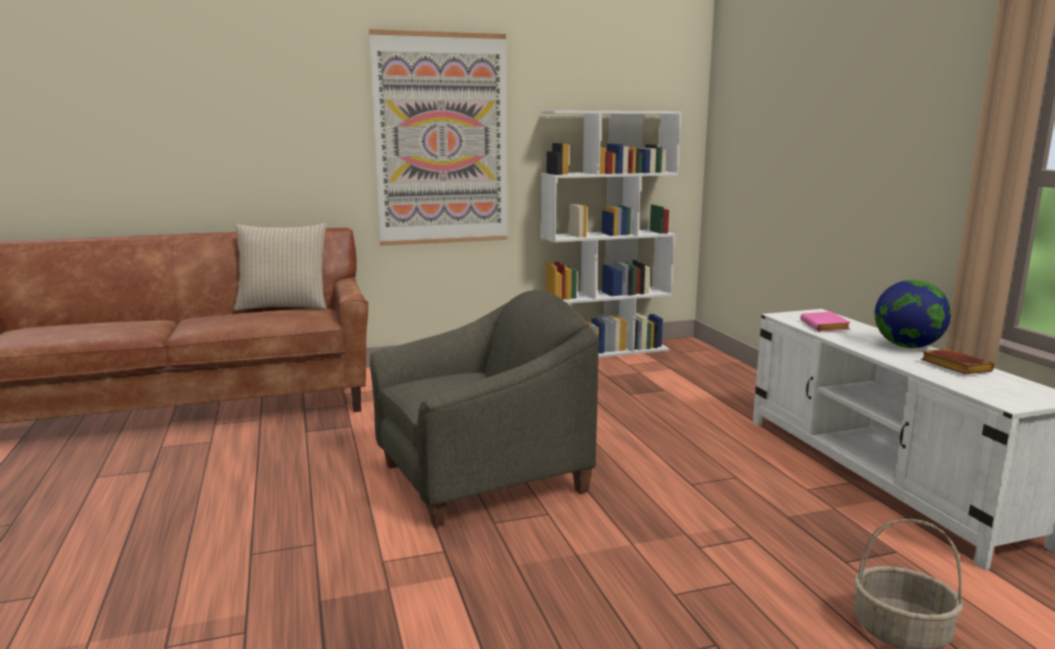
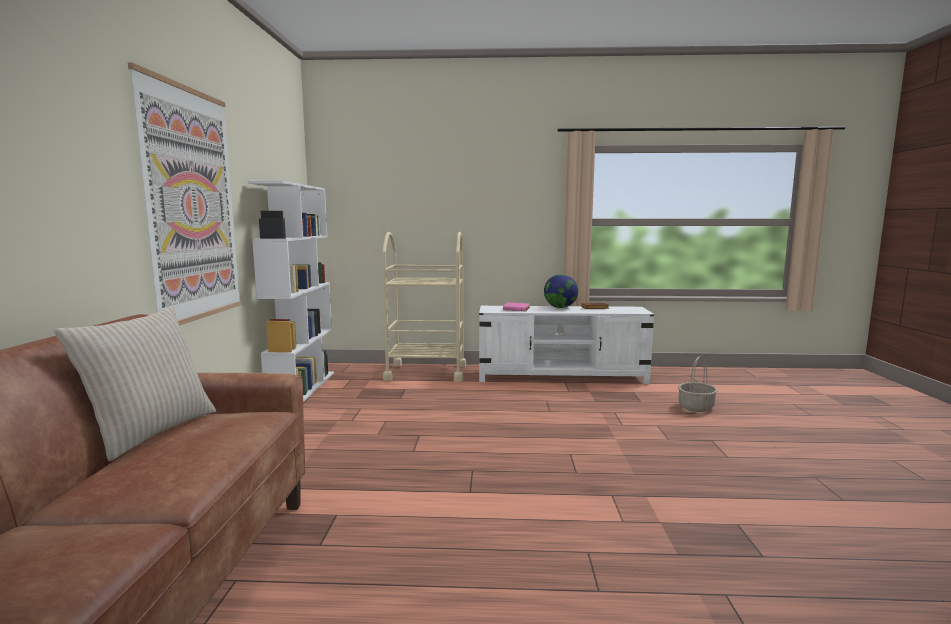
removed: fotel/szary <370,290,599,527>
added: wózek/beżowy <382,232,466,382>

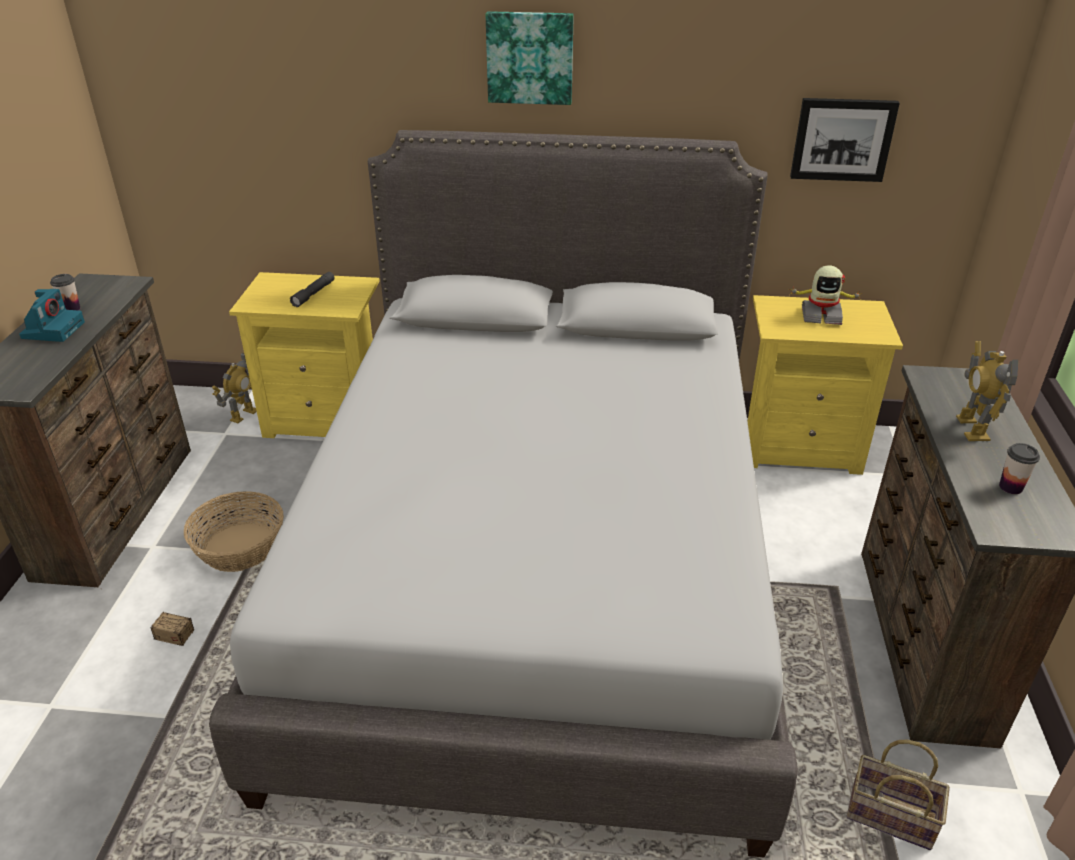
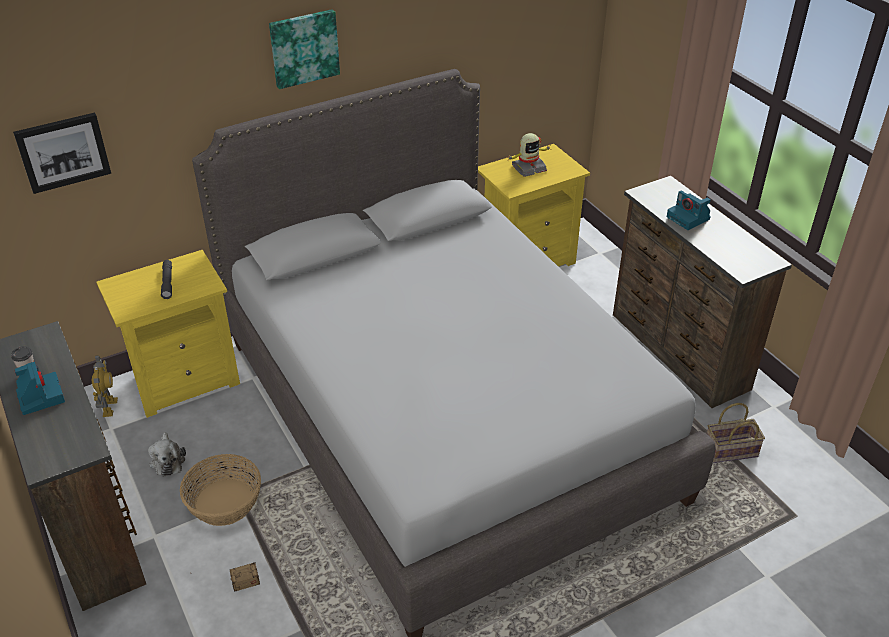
removed: filiżanka <999,443,1040,494>
added: pluszak <148,432,186,477>
moved: obraz <790,98,900,182> to <13,113,111,194>
replaced: robot zabawkowy <956,341,1019,441> to aparat fotograficzny <667,191,711,230>

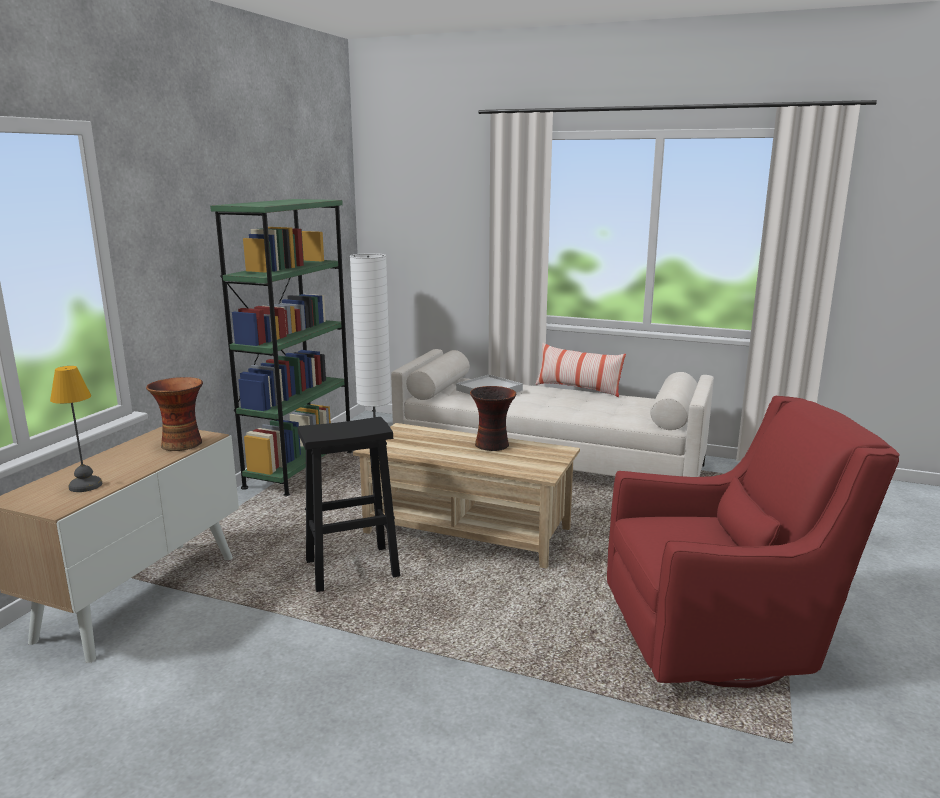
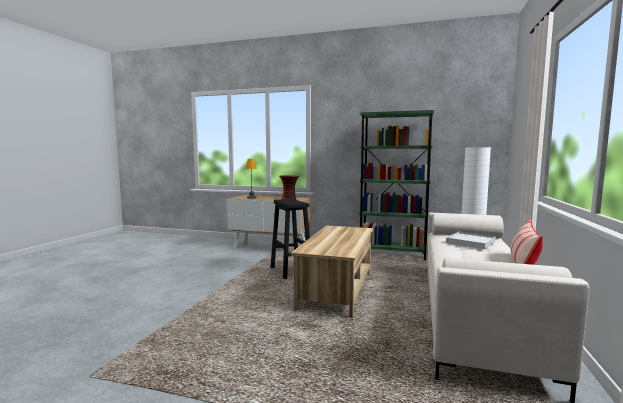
removed: wazon <470,386,517,451>; fotel/czerwony <607,396,900,688>

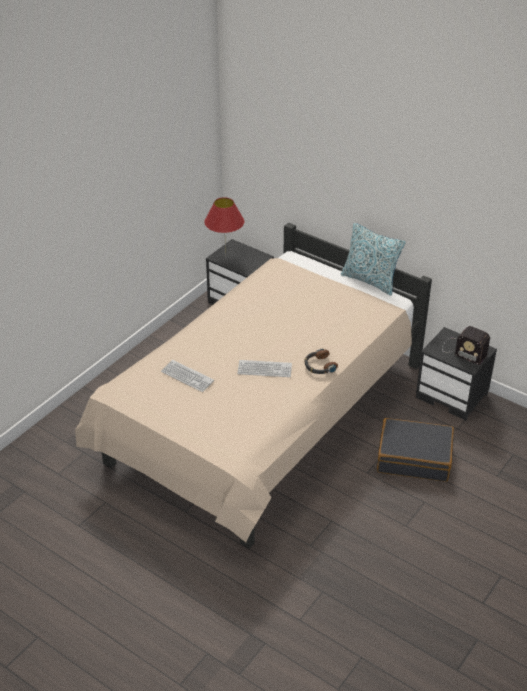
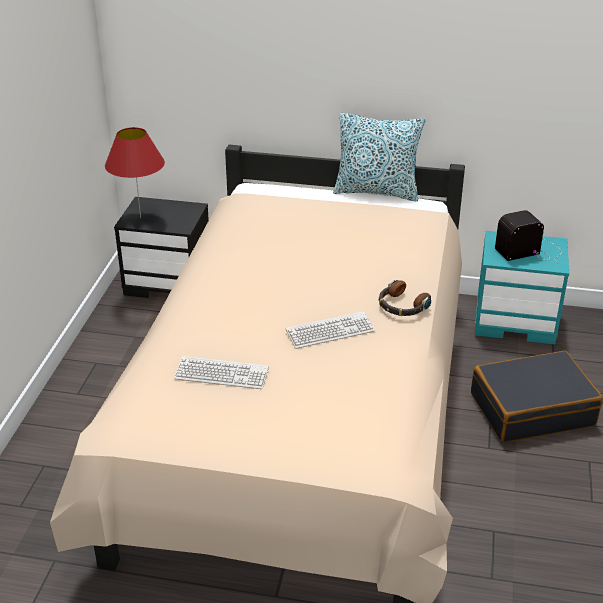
recoloured: szafka nocna/czarny <416,327,497,421> to szafka nocna/turkusowy <475,231,569,344>
turned: radio <442,326,490,365> = <495,210,562,263> 150 degrees clockwise

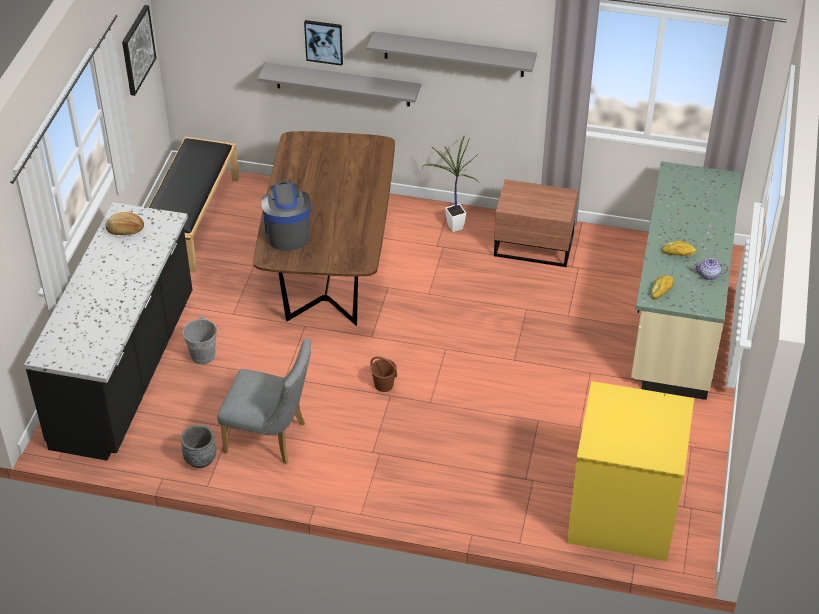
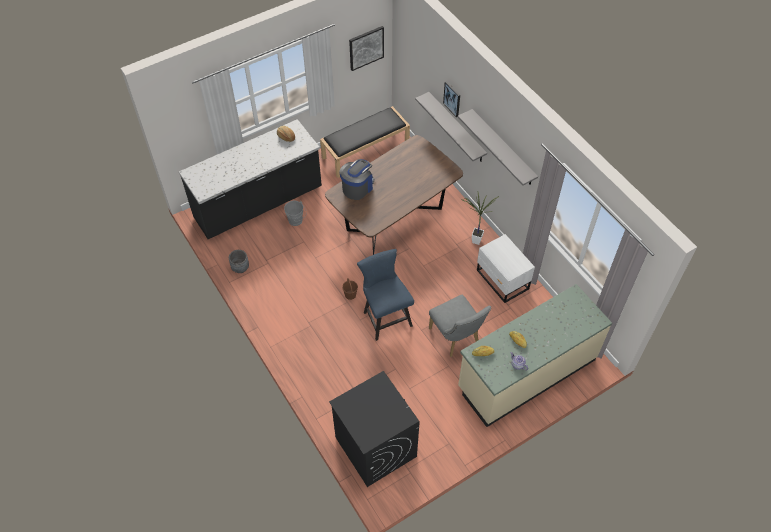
added: krzesło/niebieski <357,249,414,341>
moved: krzesło/szary <217,338,311,464> to <429,295,491,357>
recoloured: szafka nocna/brązowy <494,179,578,267> to szafka nocna/biały <477,234,535,303>; pralka/żółty <567,381,694,561> to pralka/czarny <329,371,420,487>

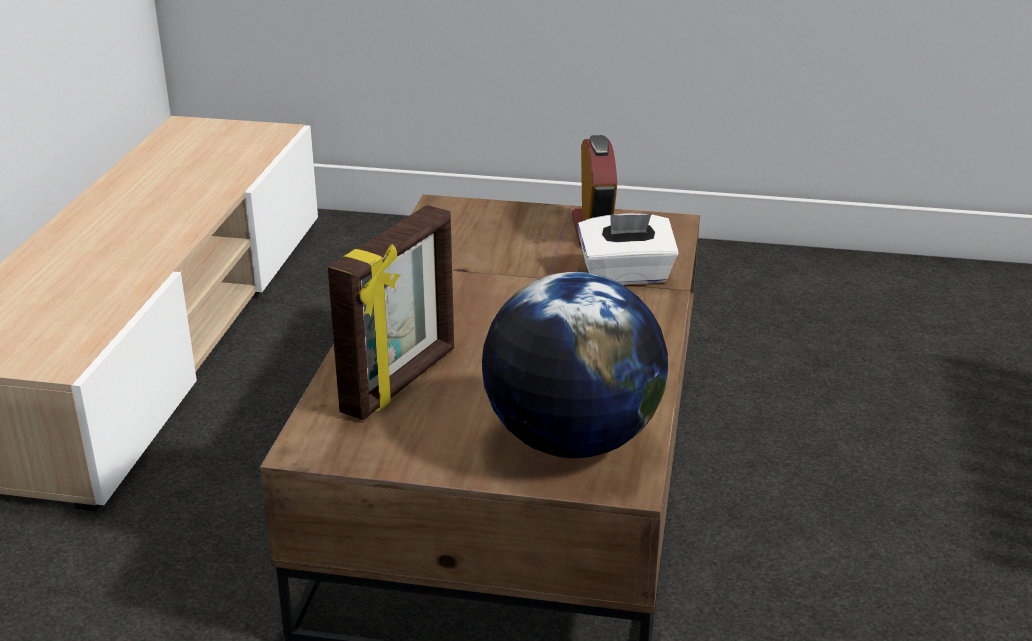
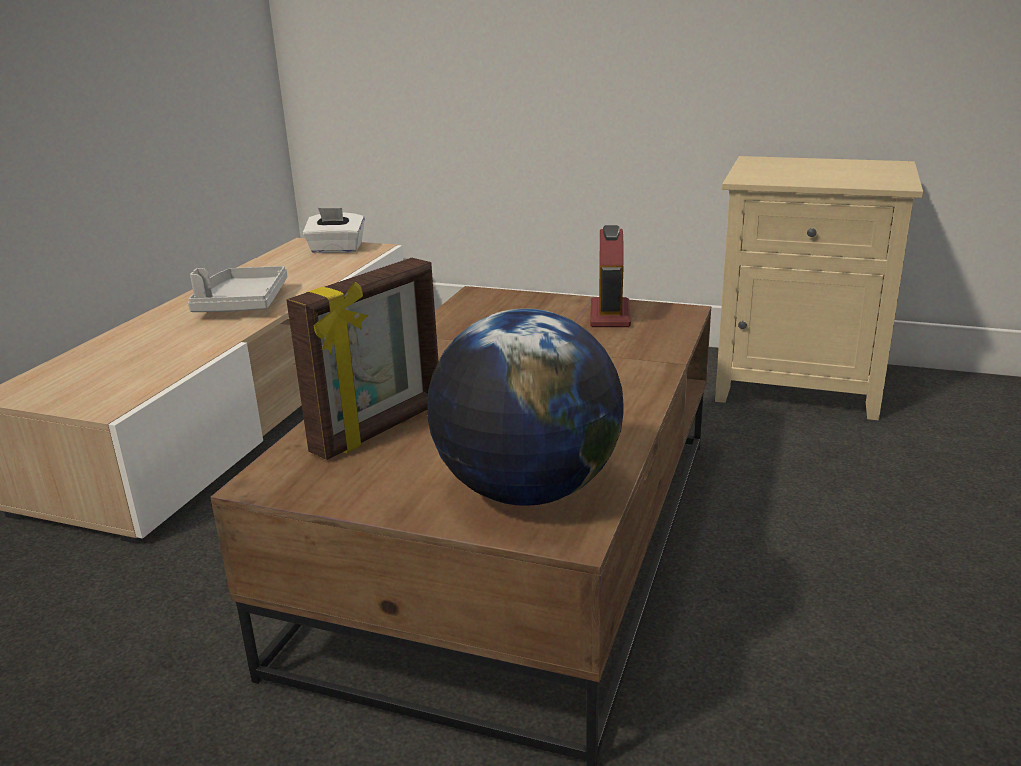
added: szafka nocna/beżowy <715,156,923,421>; taca/szary <188,266,287,312>
moved: pudełko chusteczek/biały <577,214,679,285> to <303,208,365,253>

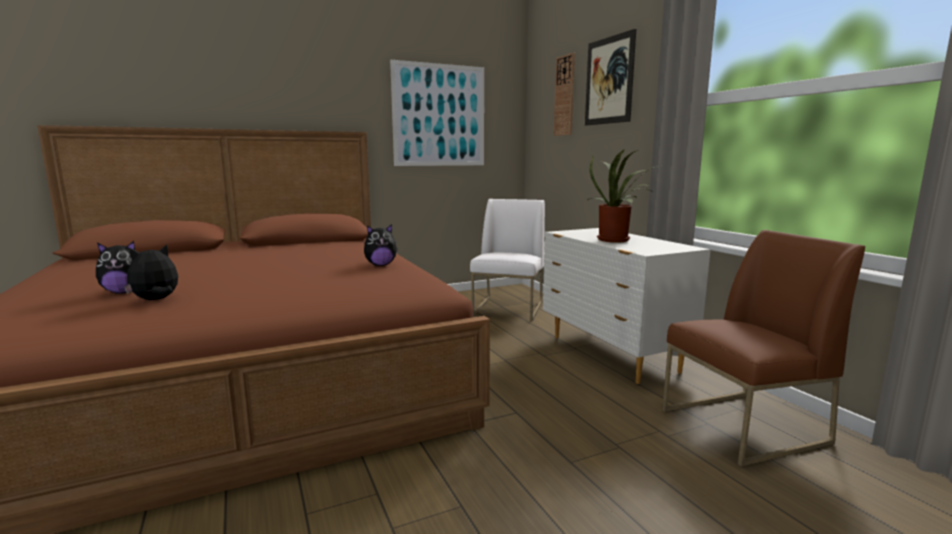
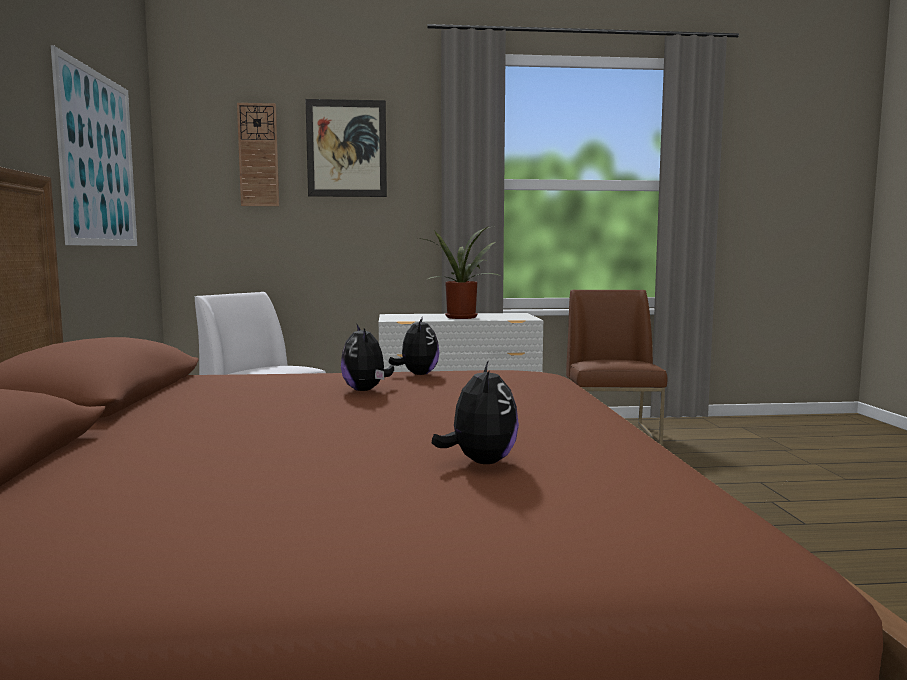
moved: pluszak <124,244,178,300> to <341,325,394,391>

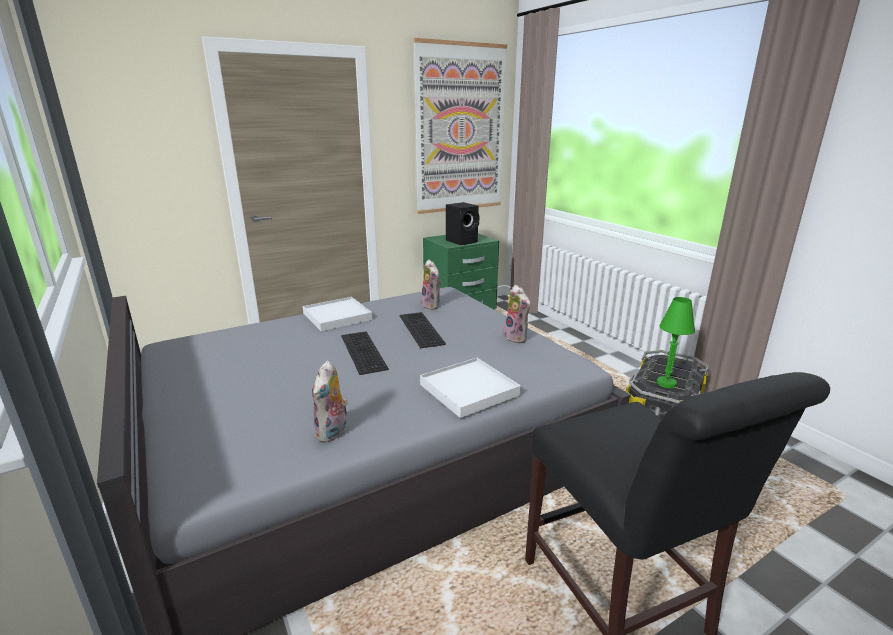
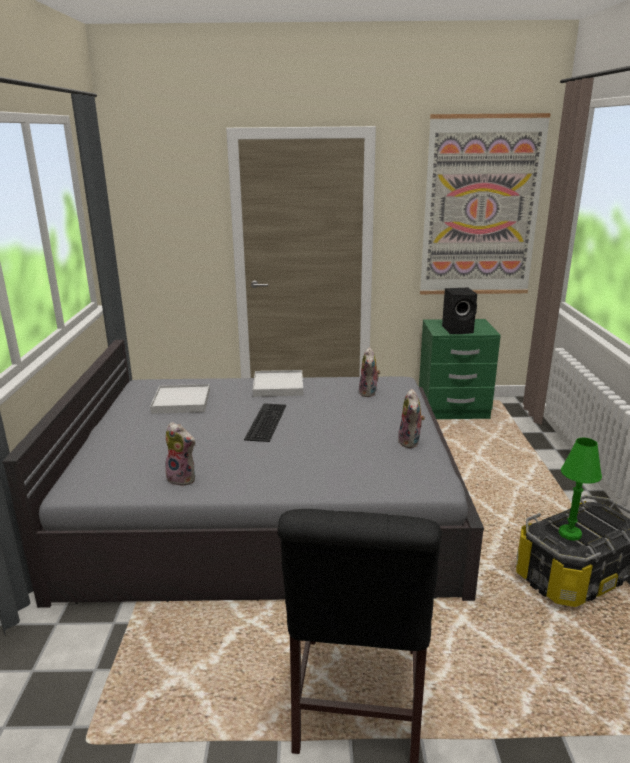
removed: klawiatura <399,312,446,348>
moved: taca/biały <420,358,521,418> to <150,384,210,414>
turned: pluszak <312,360,348,443> = <165,422,195,487> 105 degrees counterclockwise

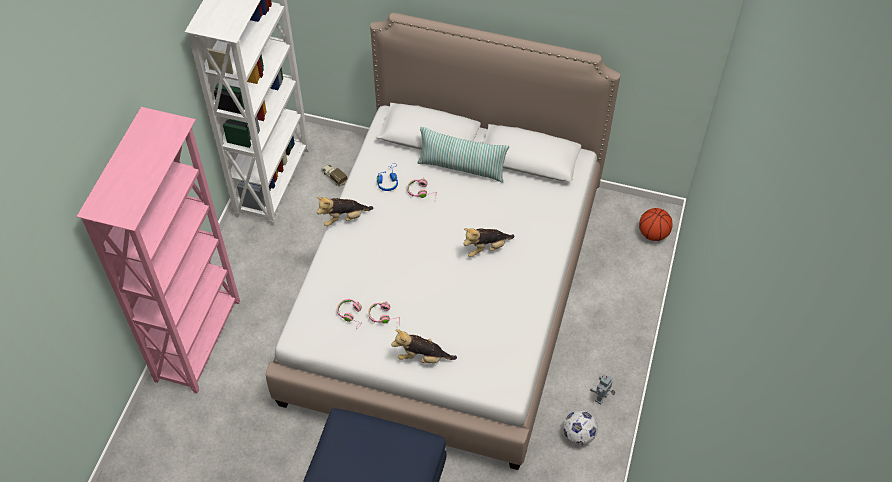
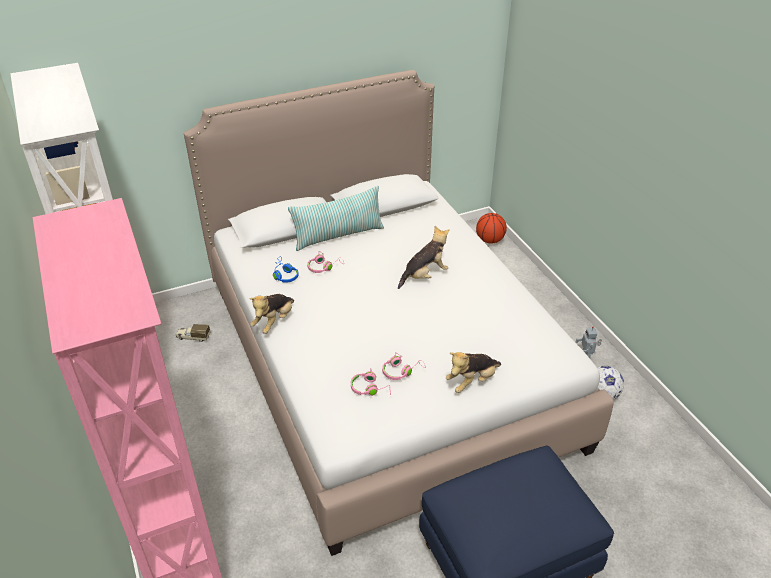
turned: pluszak <464,228,514,257> = <398,226,449,289> 150 degrees counterclockwise

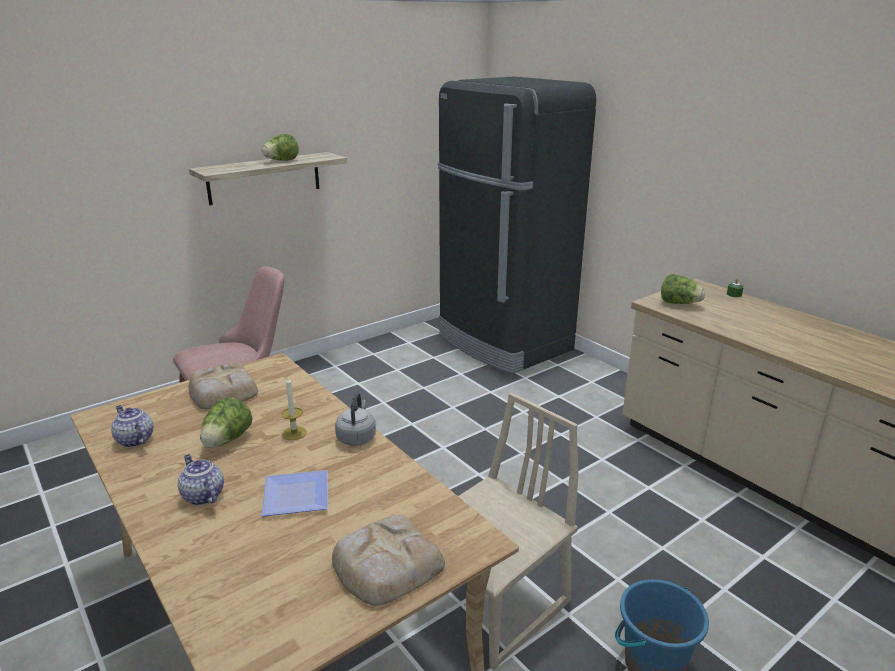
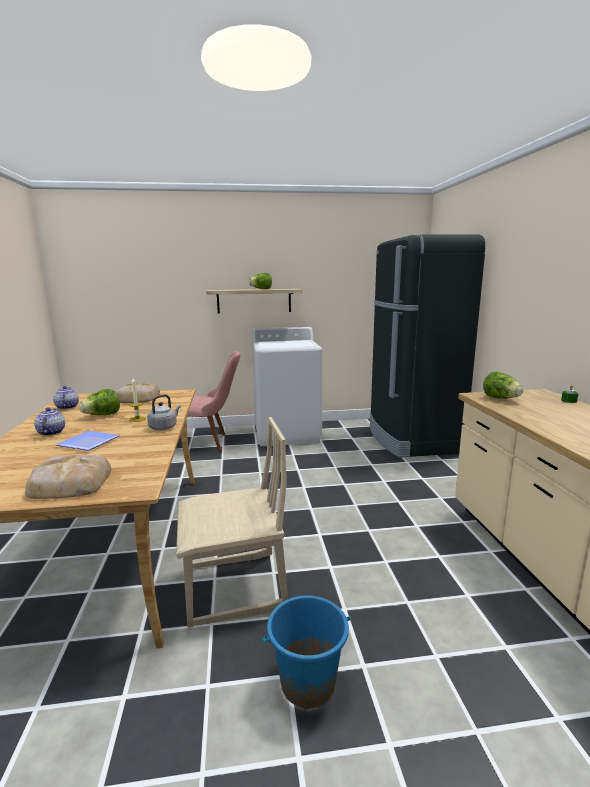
added: pralka/biały <252,327,323,446>

